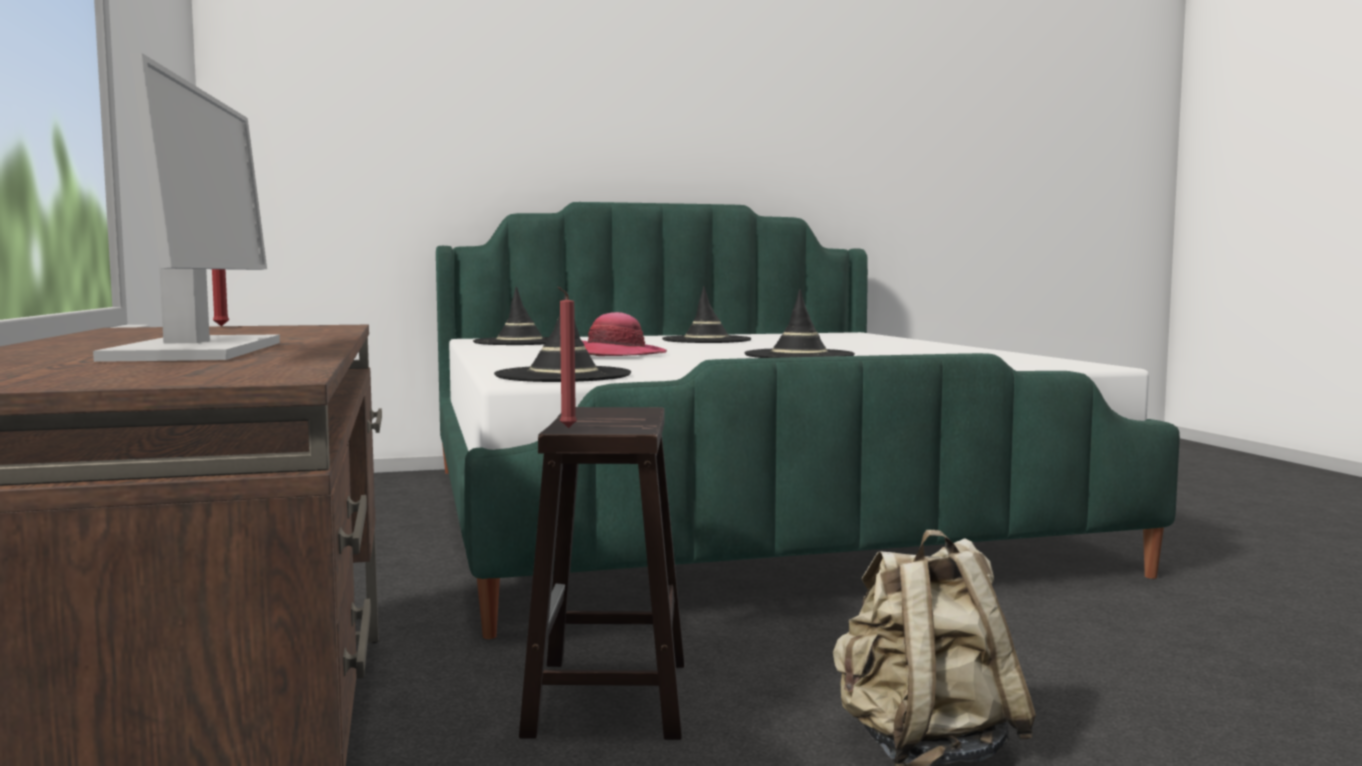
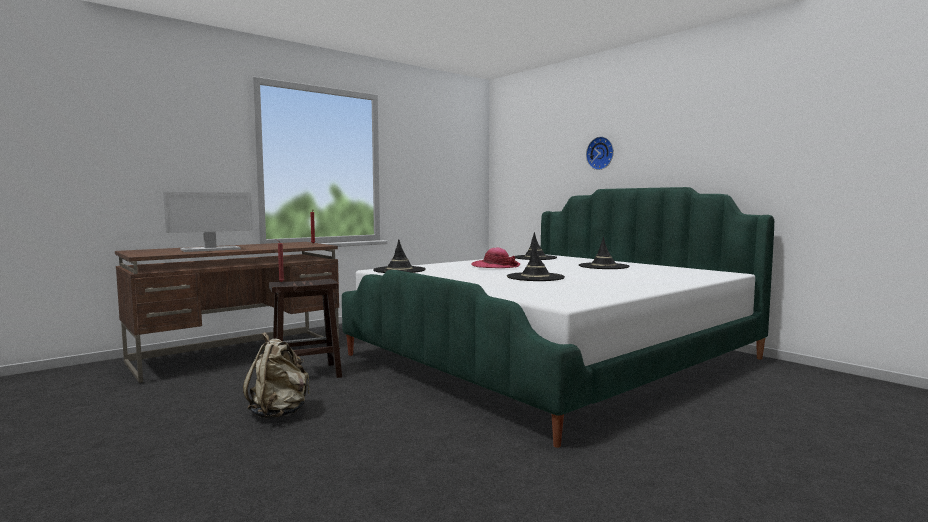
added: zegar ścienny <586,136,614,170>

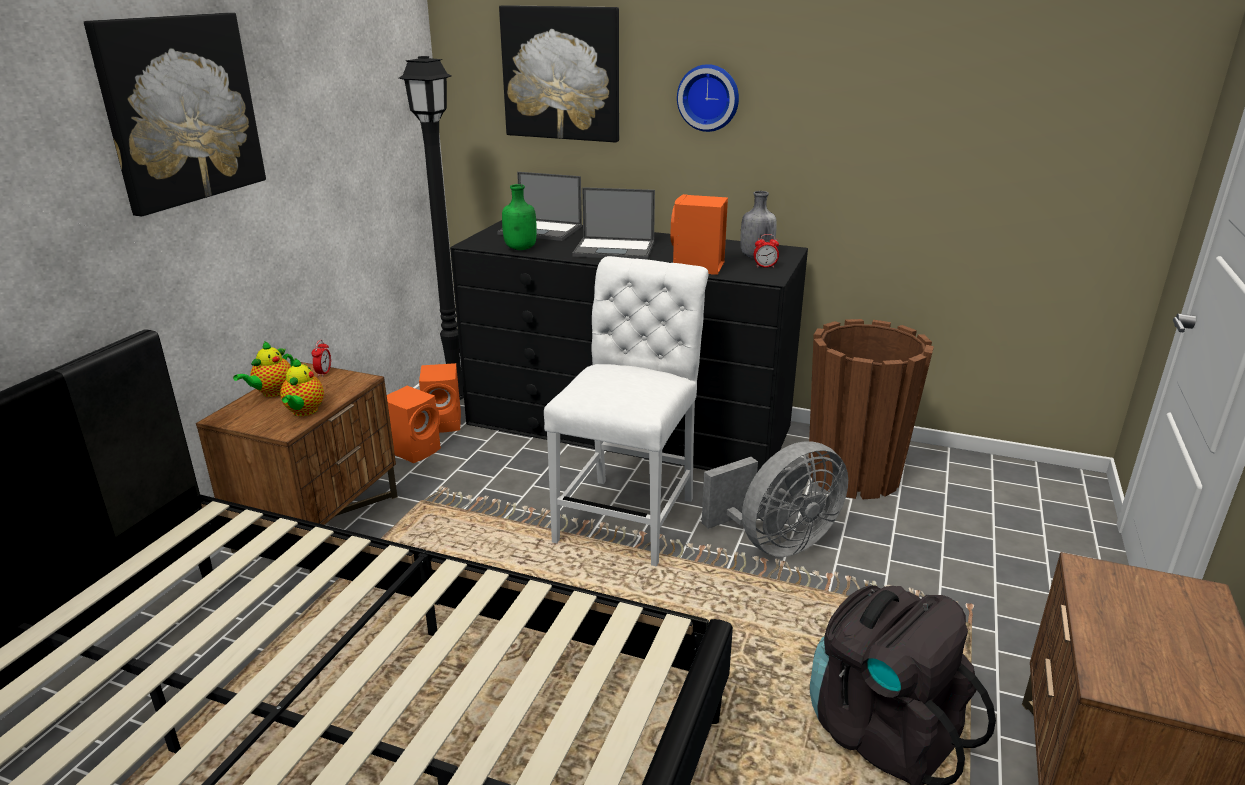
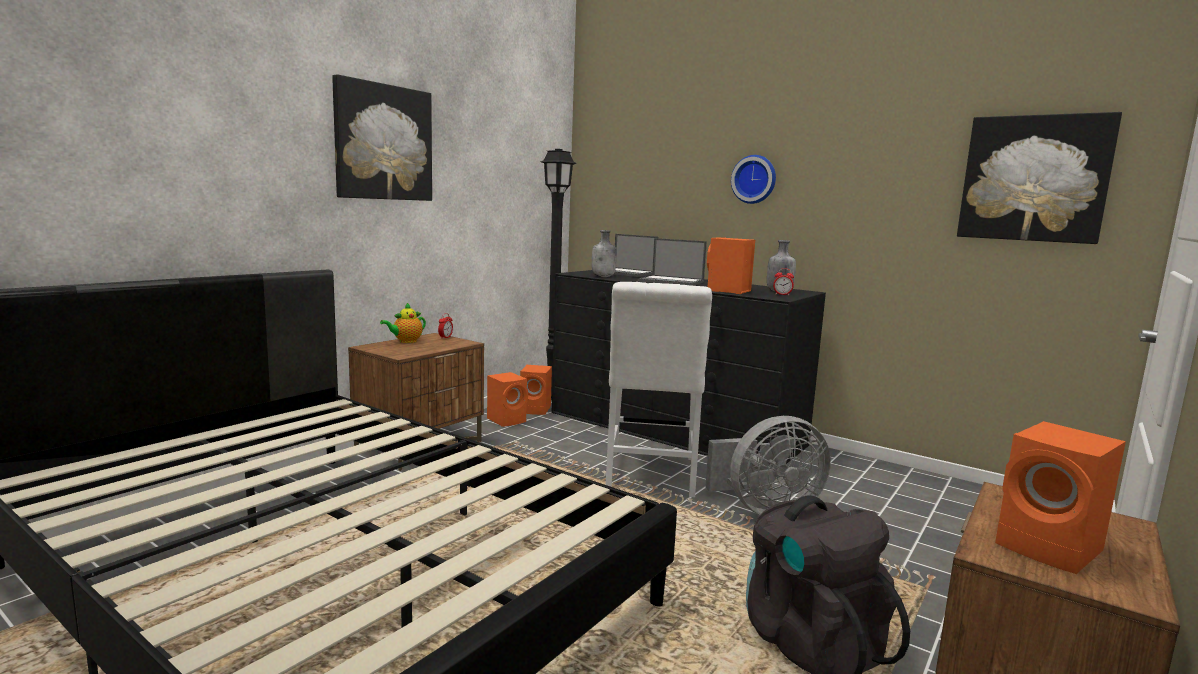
removed: donica/brązowy <808,319,934,499>; imbryk <280,358,324,416>
added: głośnik/pomarańczowy <995,421,1126,574>
moved: obraz <499,5,619,143> to <957,112,1122,244>
recoloured: butelka/zielony <502,184,537,250> to butelka/szary <592,230,617,277>
turned: krzesło/biały <544,256,708,566> = <606,282,712,497> 150 degrees clockwise

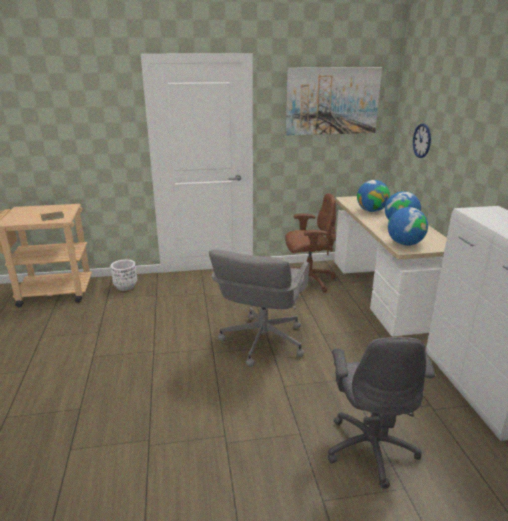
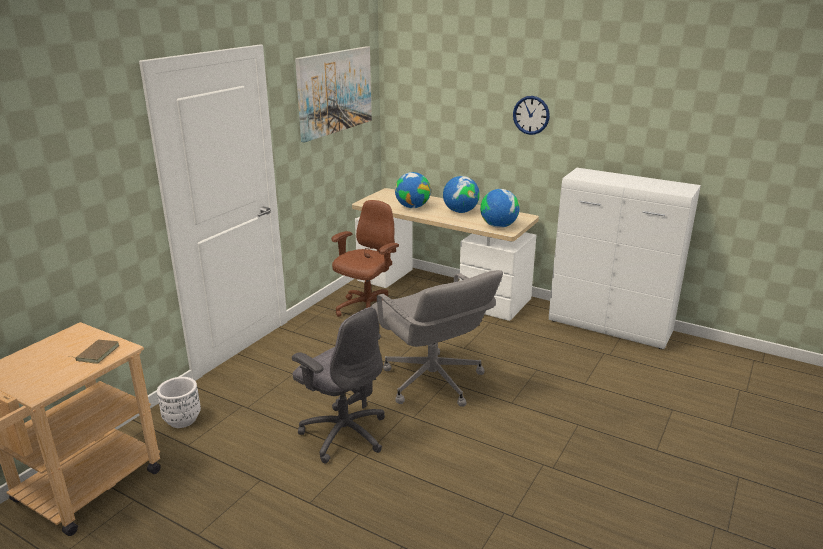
moved: zegar ścienny <413,124,431,158> to <513,96,550,135>; krzesło biurowe/szary <328,337,435,489> to <292,307,385,464>

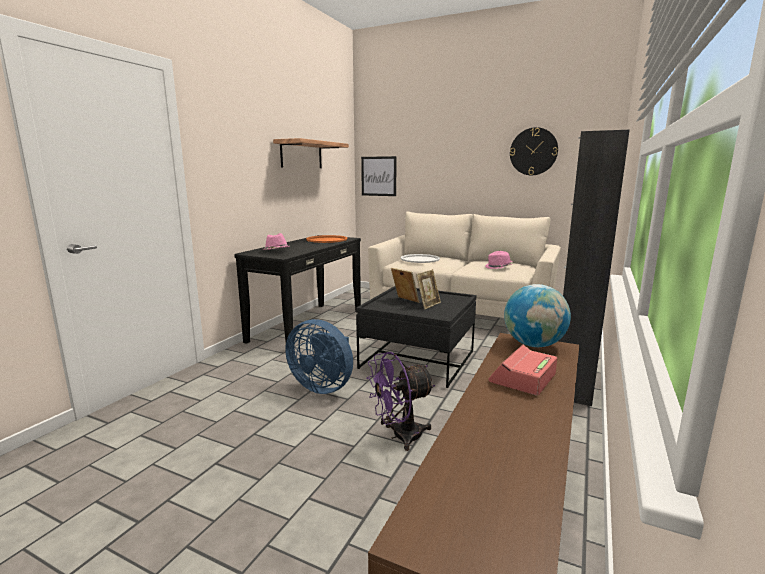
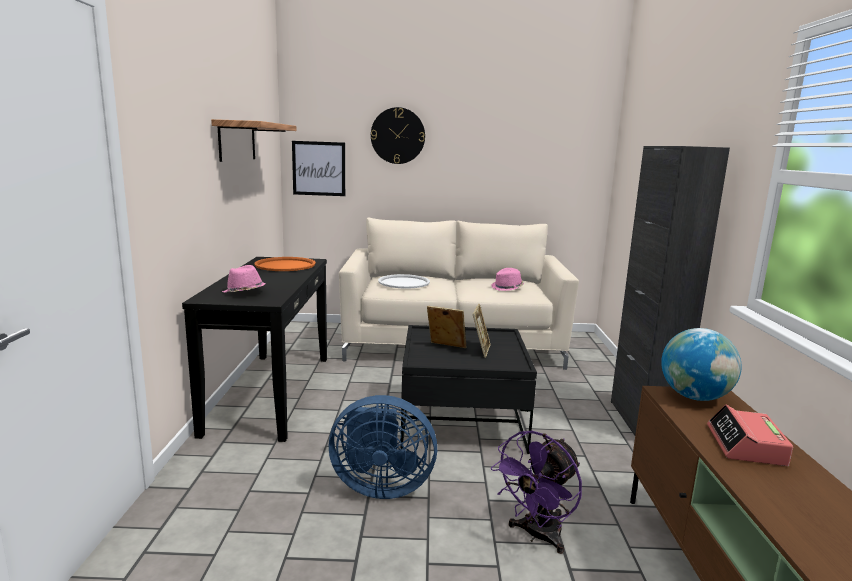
moved: zegar ścienny <510,127,558,175> to <371,107,425,164>

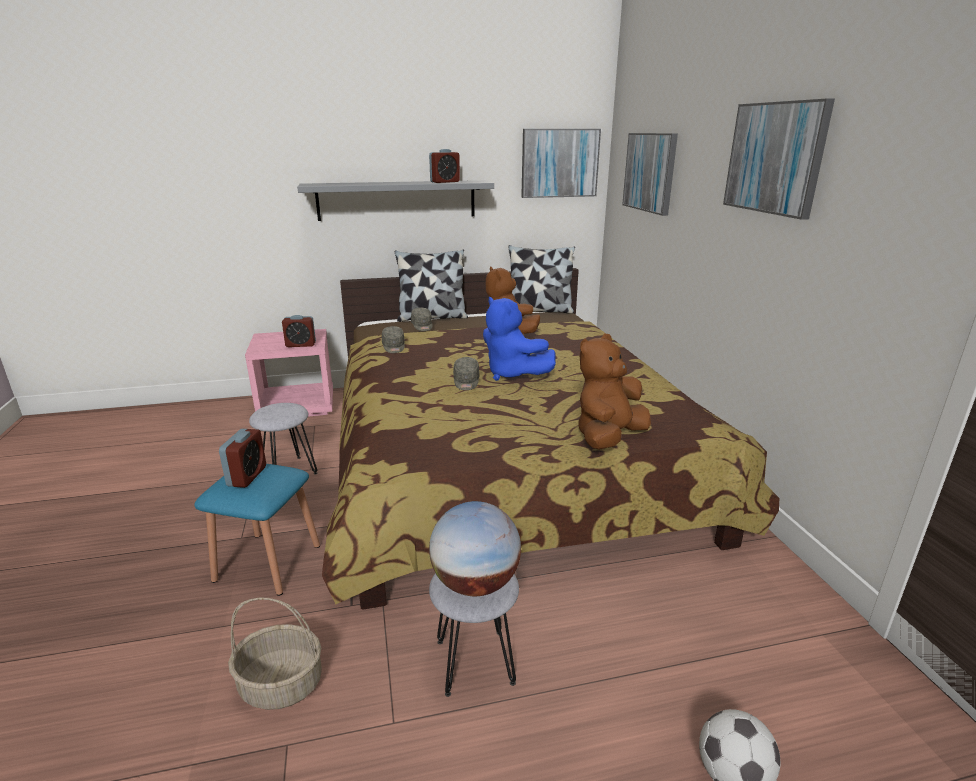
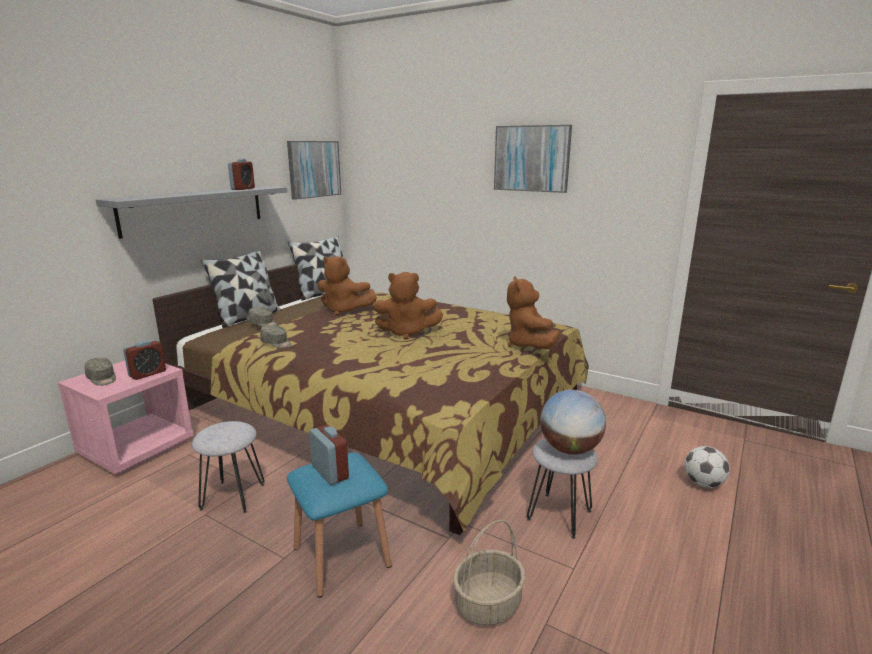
removed: obraz <622,133,678,216>
moved: czapka z daszkiem/szary <453,357,480,390> to <85,357,116,386>
recoloured: pluszak/niebieski <483,297,556,381> to pluszak/brązowy <373,272,443,340>

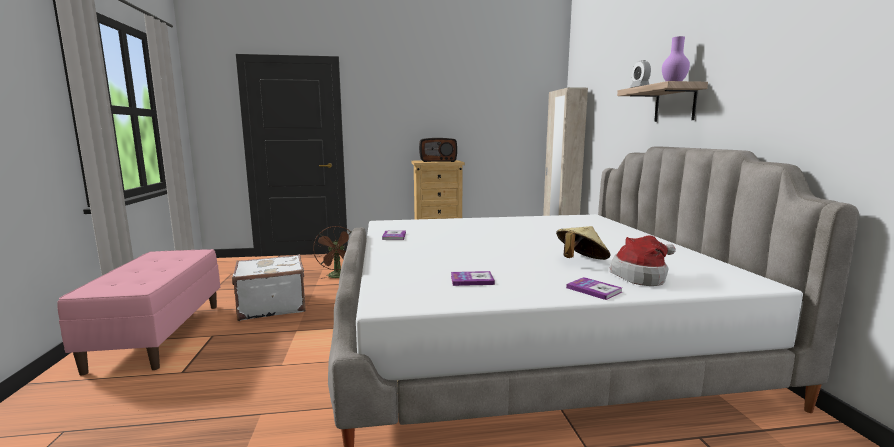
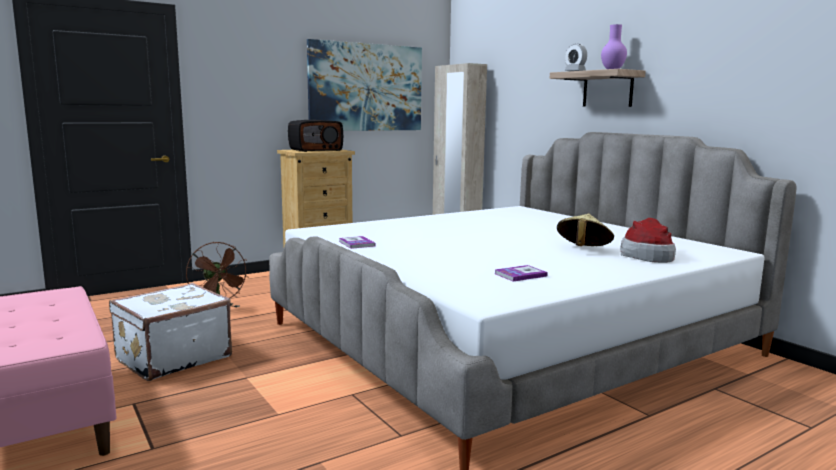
removed: książka <566,277,622,300>
added: obraz <307,39,422,131>

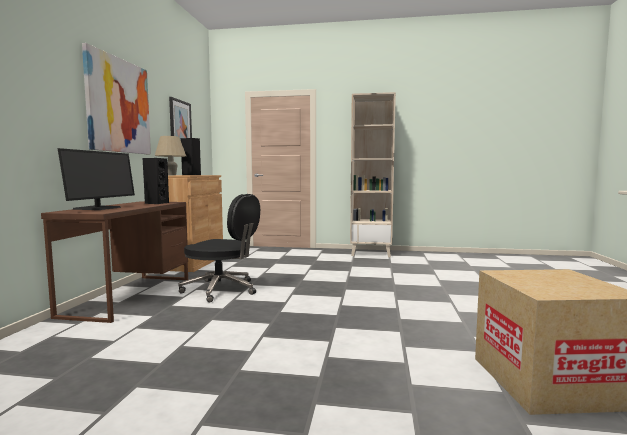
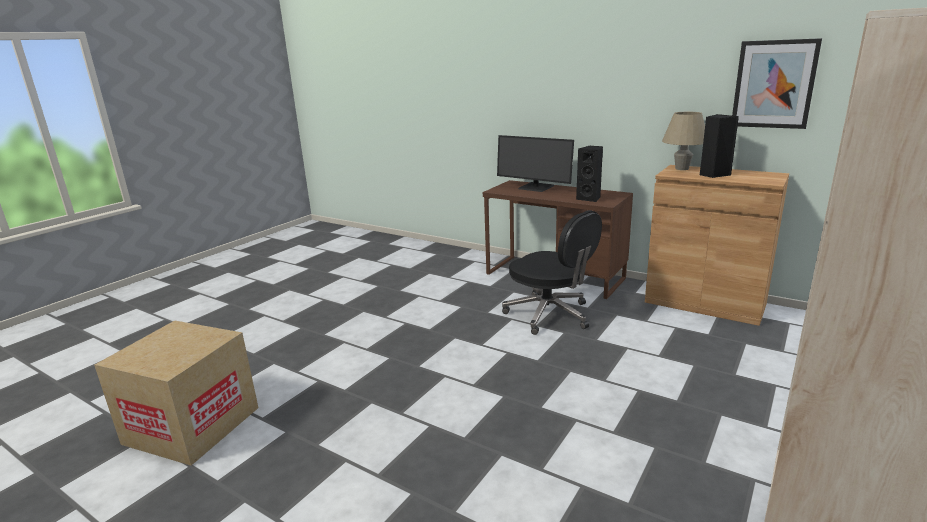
removed: obraz <82,43,151,154>
turned: krzesło biurowe/czarny <178,194,260,302> = <502,210,602,335> 90 degrees counterclockwise

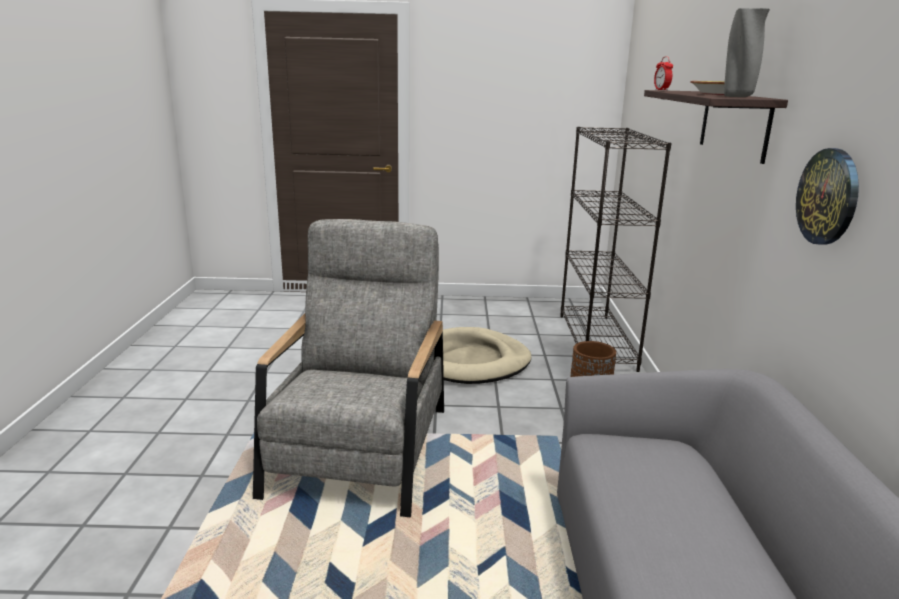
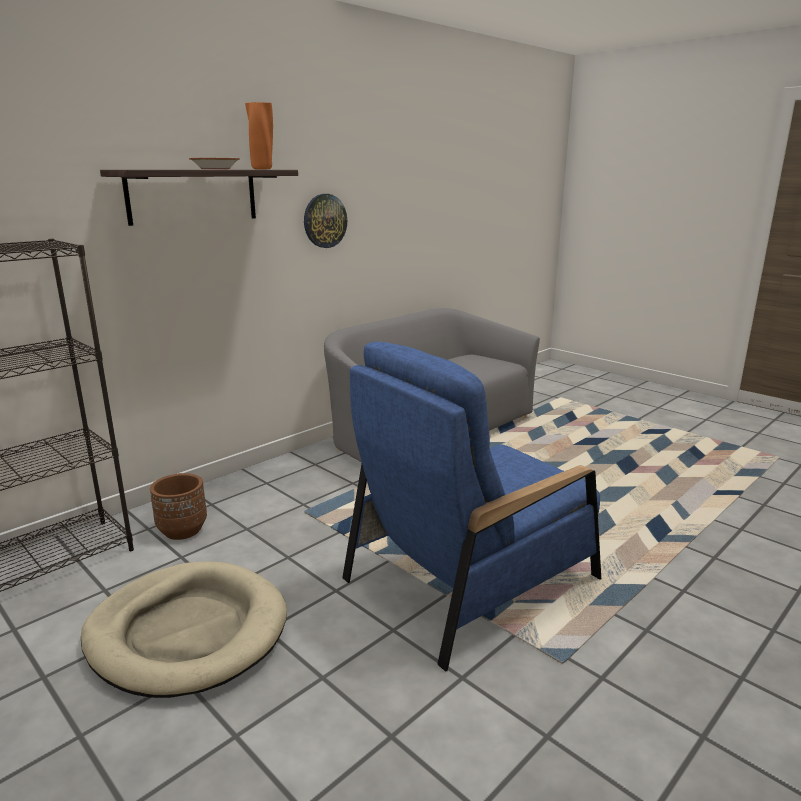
removed: budzik <654,56,673,91>
recoloured: wazon/szary <724,8,770,97> to wazon/pomarańczowy <245,102,273,169>; fotel/szary <253,219,444,518> to fotel/niebieski <342,342,601,672>

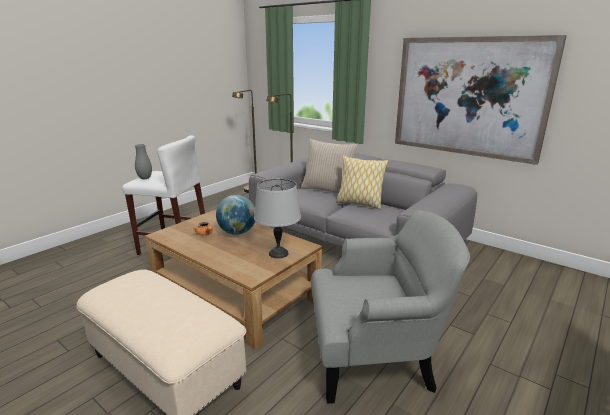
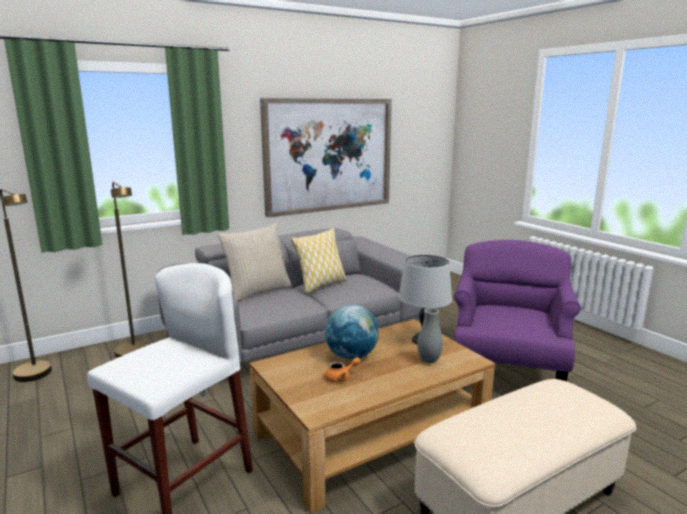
moved: wazon/szary <135,144,152,179> to <417,308,443,363>
recoloured: fotel/szary <311,210,470,404> to fotel/fioletowy <454,240,581,381>

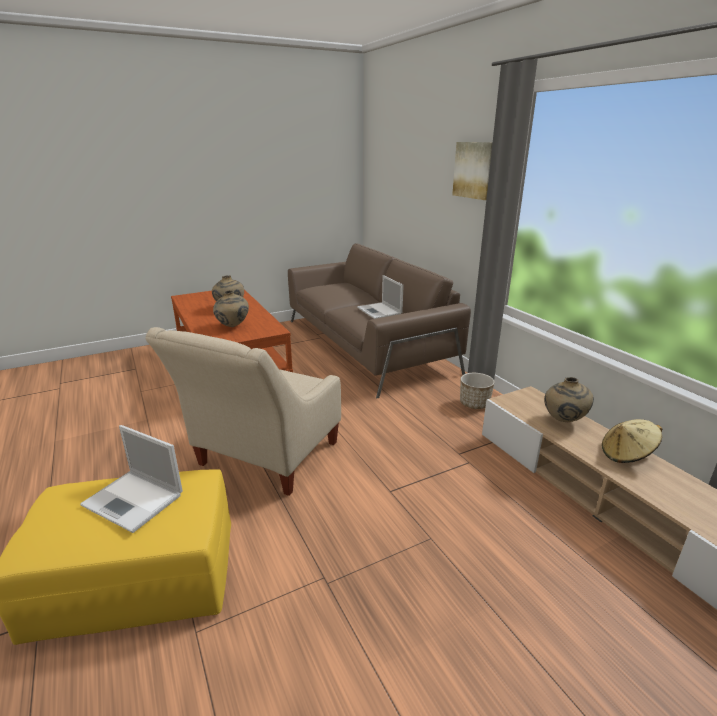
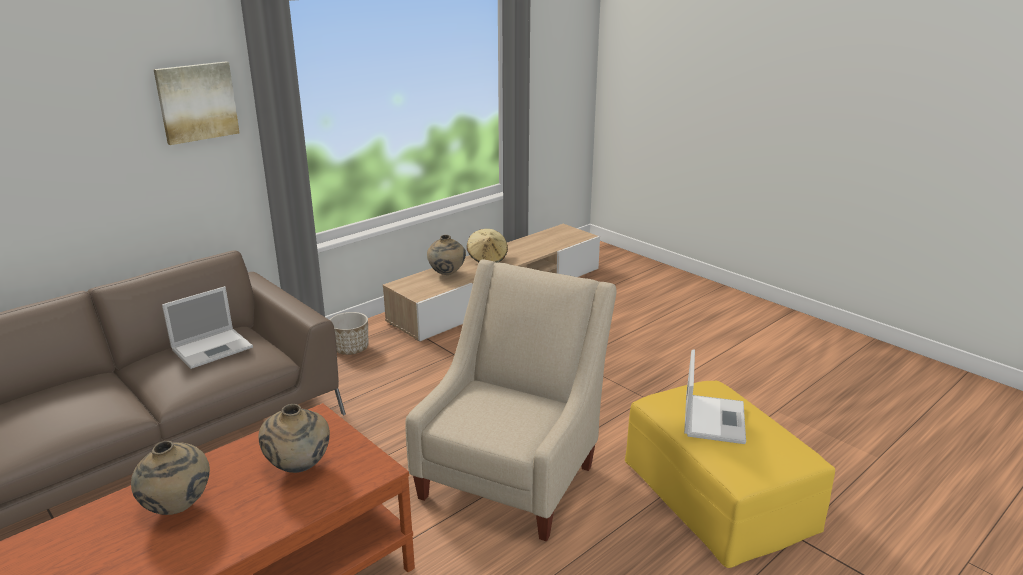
turned: fotel/beżowy <145,327,341,496> = <405,260,616,541> 75 degrees counterclockwise

